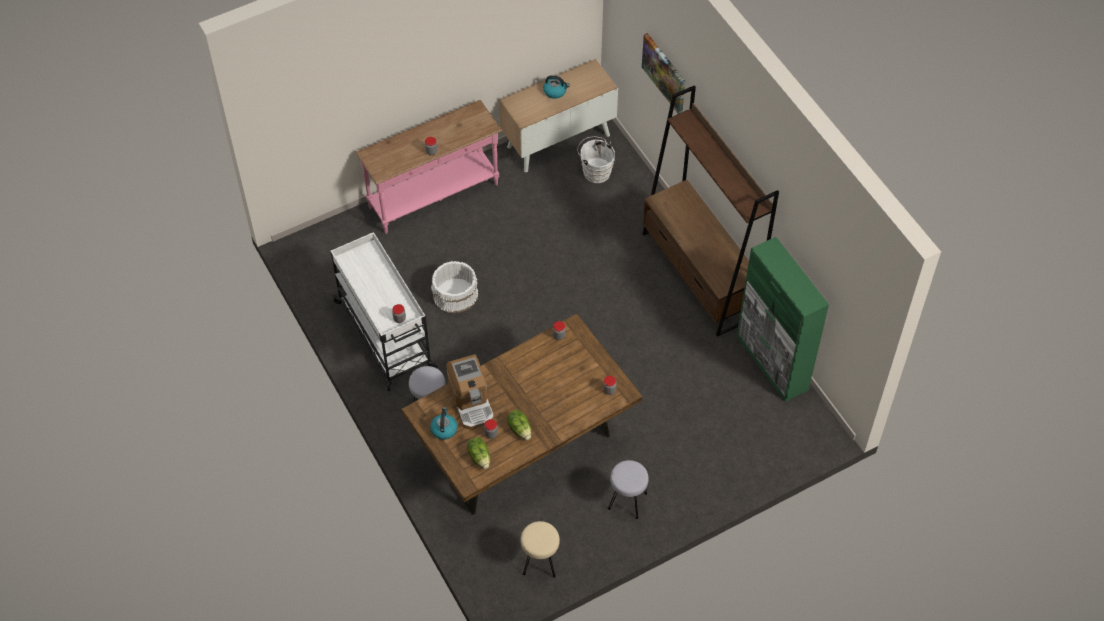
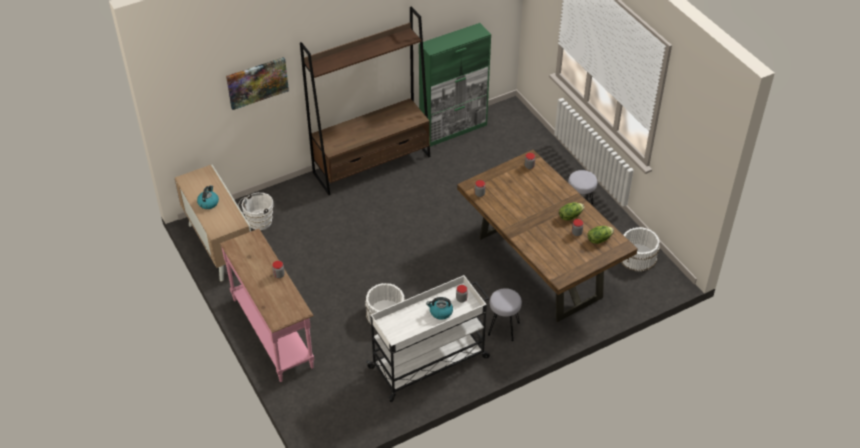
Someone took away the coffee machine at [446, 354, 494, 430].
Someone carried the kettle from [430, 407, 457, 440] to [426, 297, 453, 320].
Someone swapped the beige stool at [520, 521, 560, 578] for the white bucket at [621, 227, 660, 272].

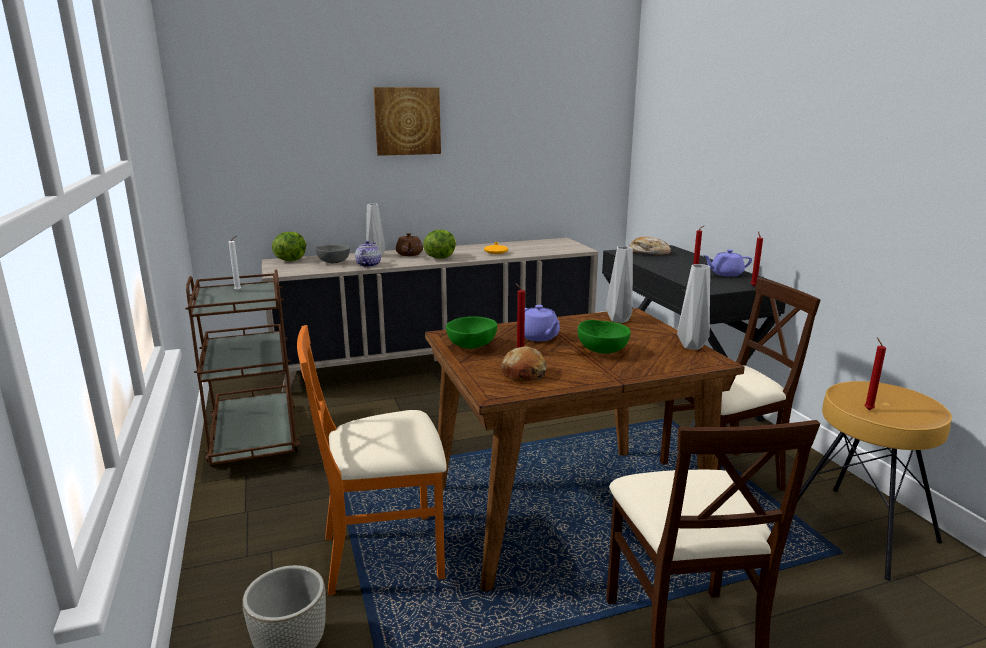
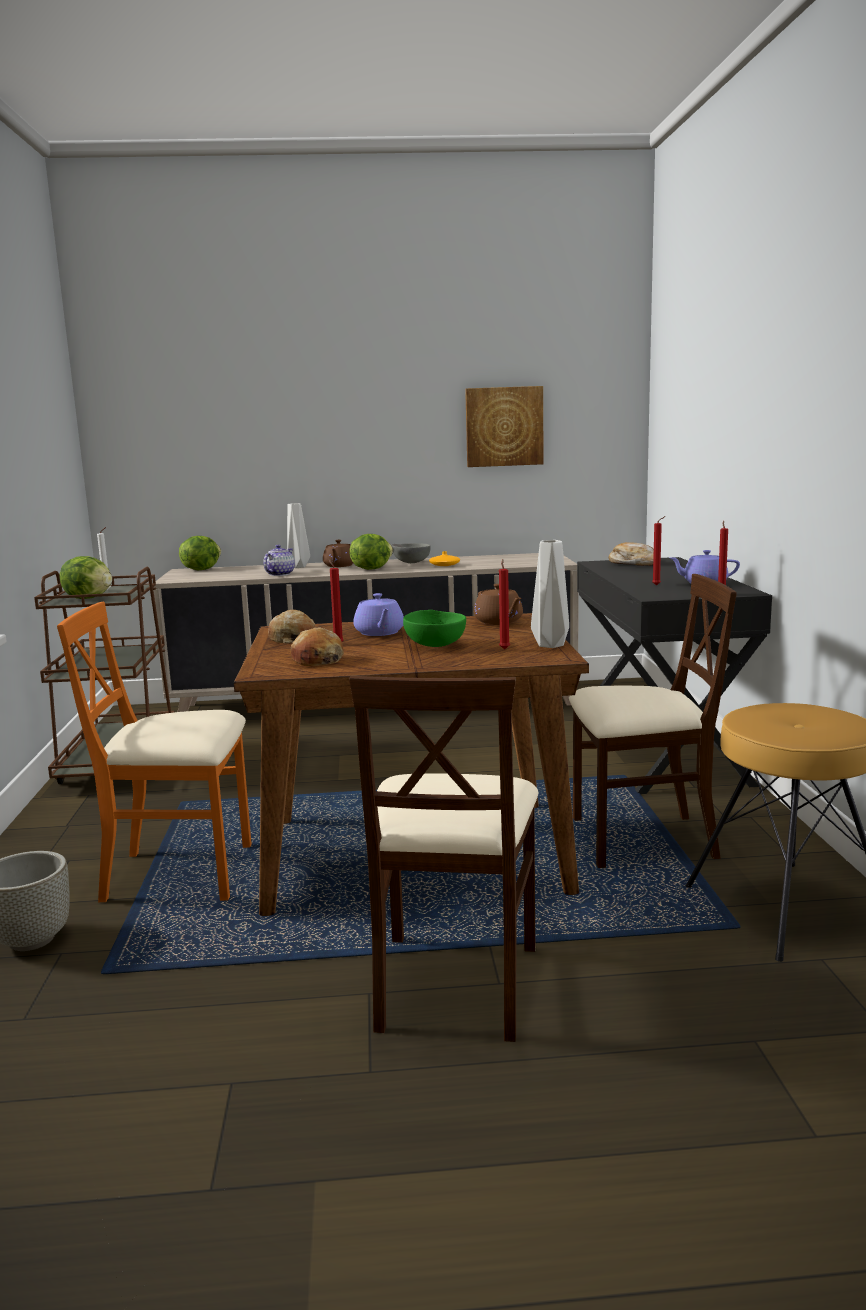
Someone put down the lettuce at [59, 556, 112, 599].
Someone carried the grey bowl from [315, 245, 350, 263] to [392, 543, 430, 563].
Someone carried the picture from [373, 87, 441, 156] to [465, 386, 544, 467].
Someone carried the red candle from [864, 337, 886, 410] to [499, 559, 510, 649].
Someone swapped the green bowl at [446, 316, 497, 349] for the bread at [268, 610, 316, 644].
Someone swapped the grey vase at [606, 246, 633, 323] for the brown teapot at [474, 584, 523, 625].

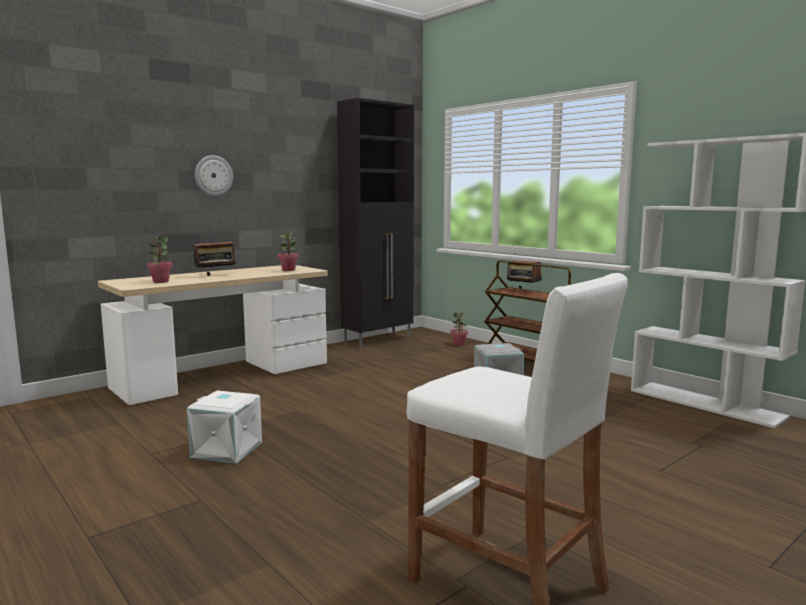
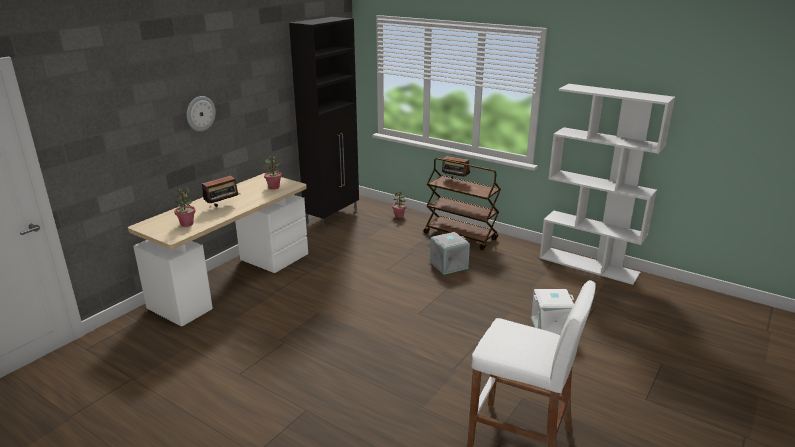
Someone carried the white storage box from [187, 391, 262, 464] to [531, 289, 574, 335].

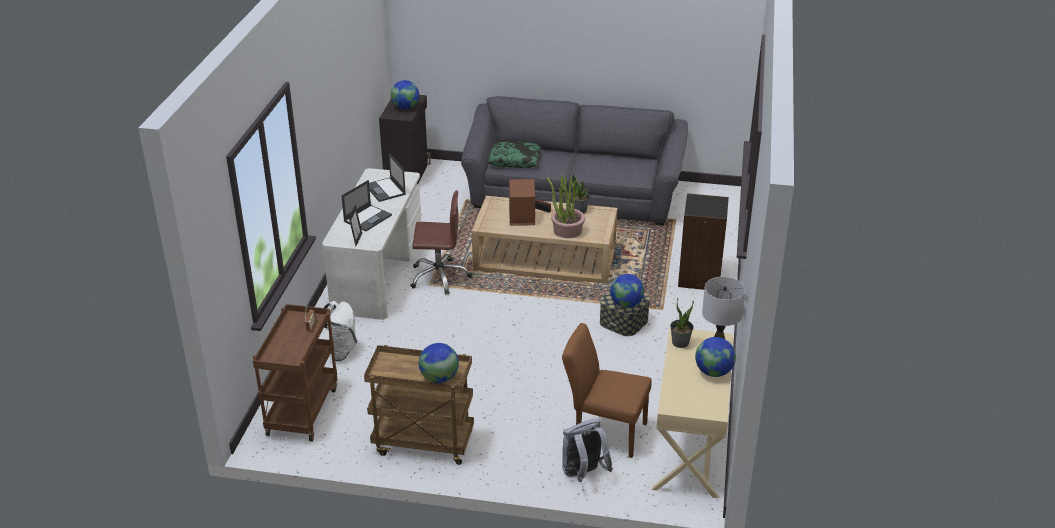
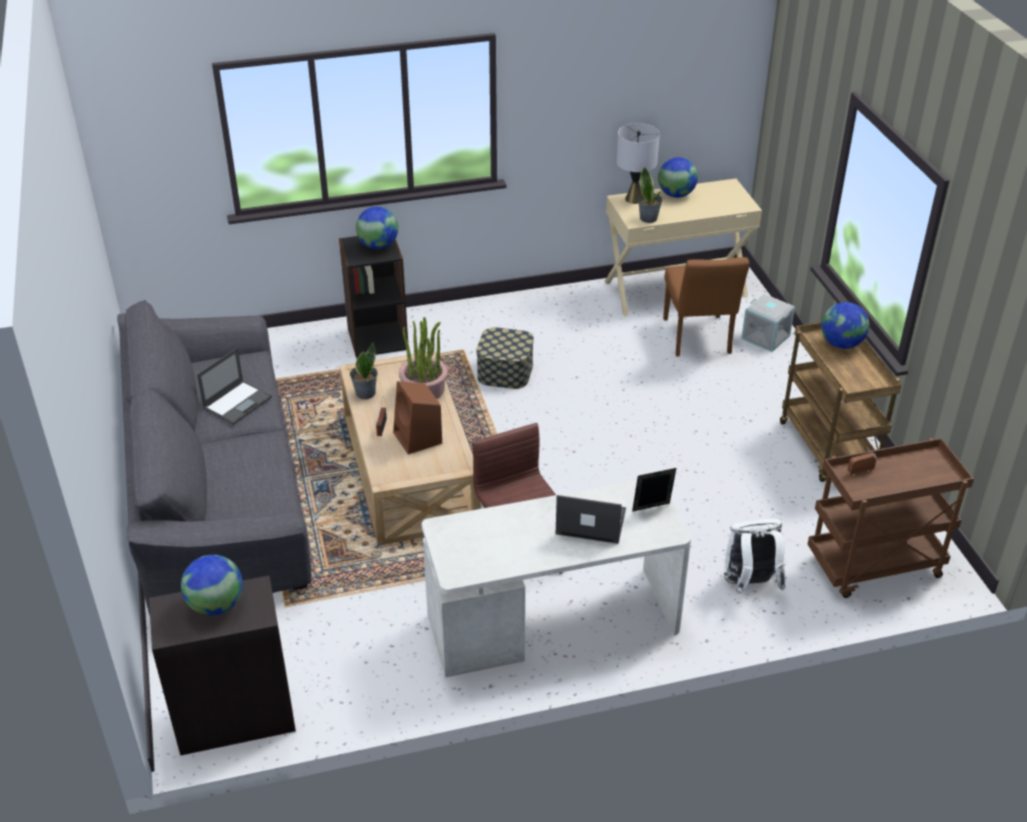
Someone took away the pillow at [488, 141, 541, 168].
Someone carried the laptop from [369, 153, 406, 202] to [197, 348, 272, 425].
Someone carried the globe from [610, 274, 644, 308] to [356, 207, 398, 249].
Someone swapped the grey backpack at [562, 419, 613, 482] for the grey storage box at [741, 294, 795, 352].

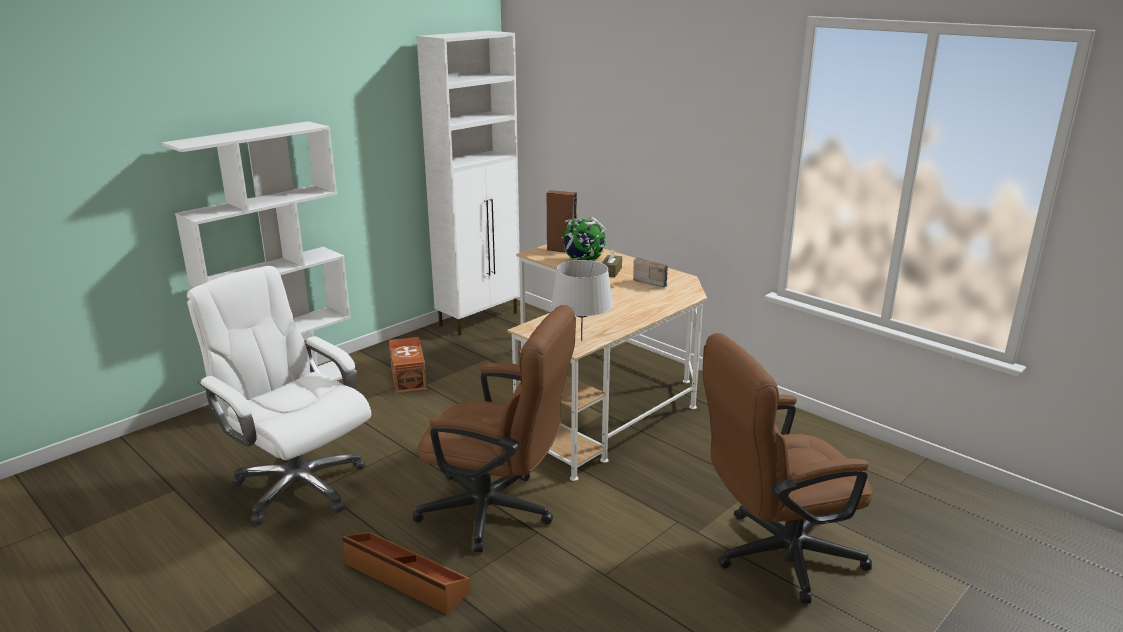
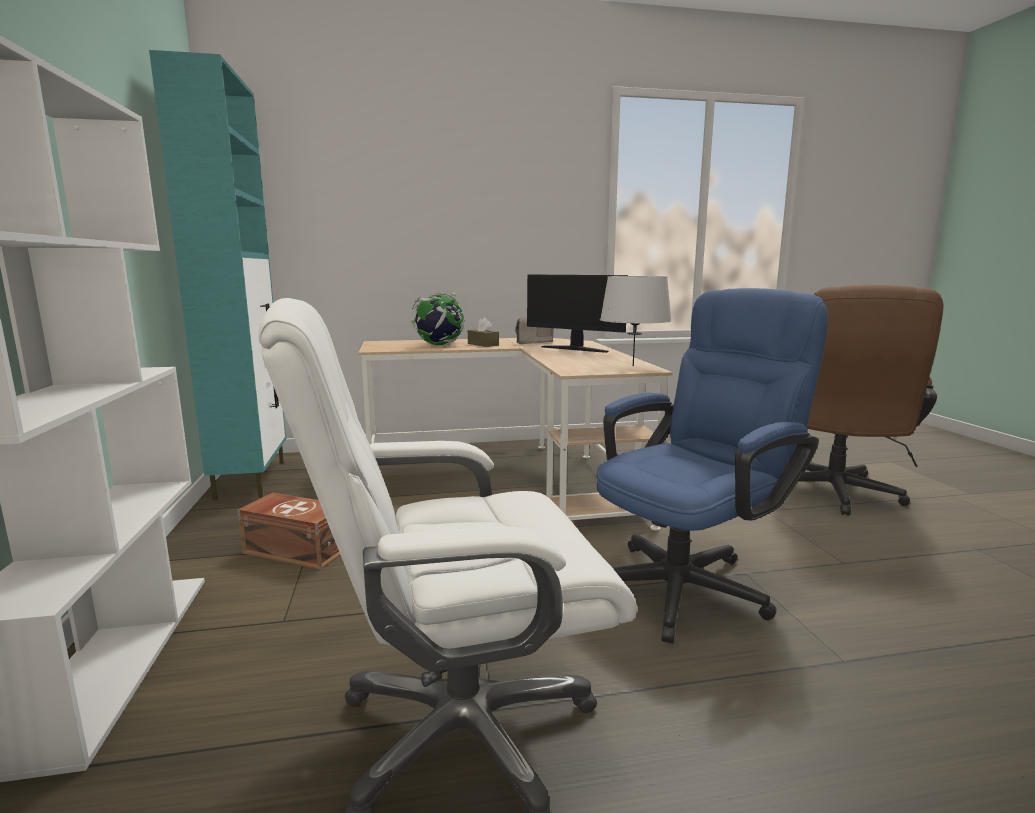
Someone took away the brown storage box at [342, 532, 471, 614].
Someone took away the brown speaker at [547, 190, 577, 253].
Someone put down the monitor at [527, 275, 628, 353].
Someone repainted the brown office chair at [412, 305, 576, 552], which became the blue office chair at [597, 288, 828, 643].
Someone repainted the white cabinet at [417, 31, 520, 335], which became the turquoise cabinet at [149, 50, 286, 500].

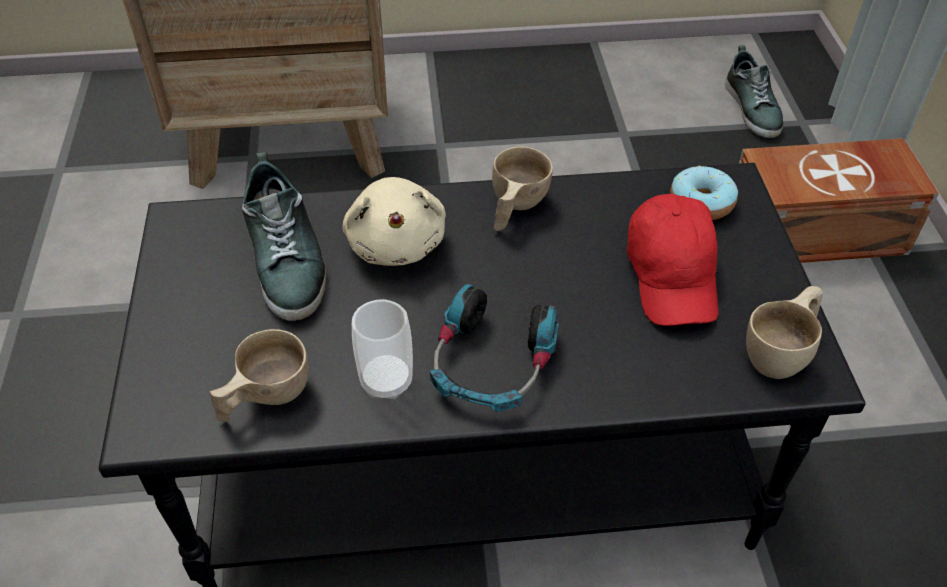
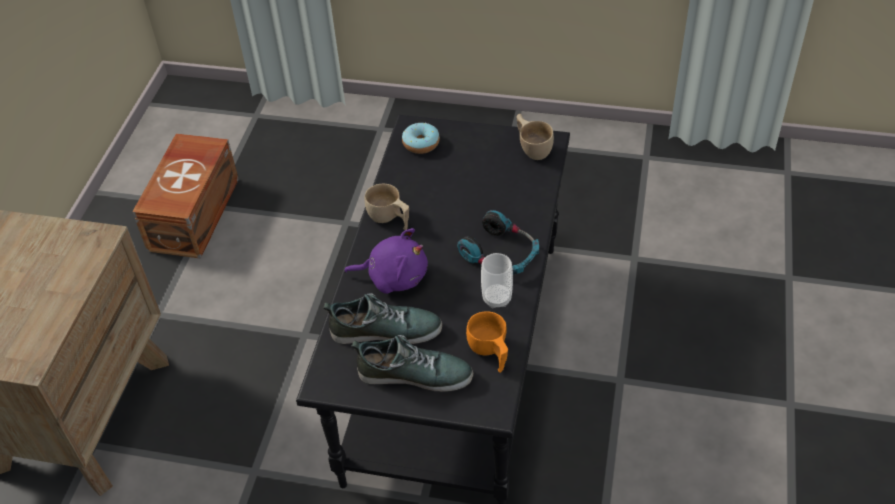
Someone took away the red cap at [627, 194, 718, 326].
Someone carried the shoe from [725, 45, 783, 138] to [352, 335, 473, 392].
Someone carried the brown storage box from [738, 138, 939, 263] to [132, 134, 239, 259].
Someone repainted the beige cup at [209, 329, 309, 422], which became the orange cup at [466, 311, 508, 373].
Someone repainted the beige plush toy at [342, 177, 446, 266], which became the purple plush toy at [344, 228, 428, 294].

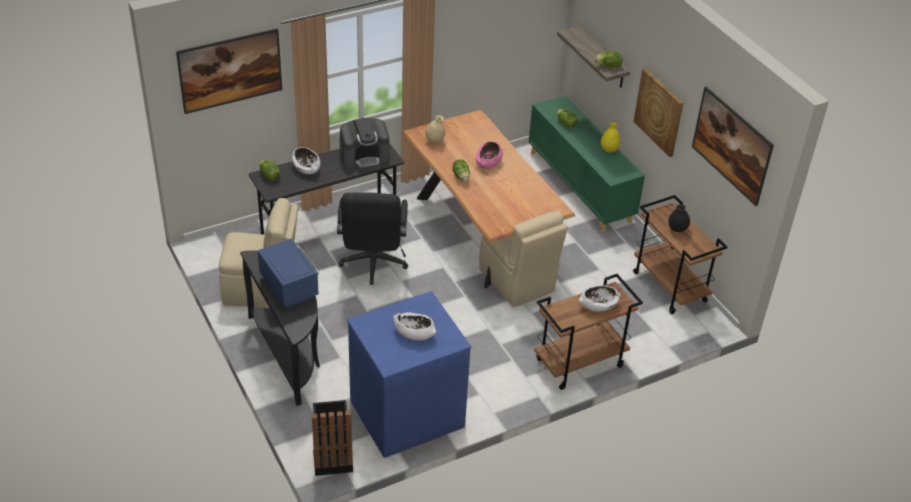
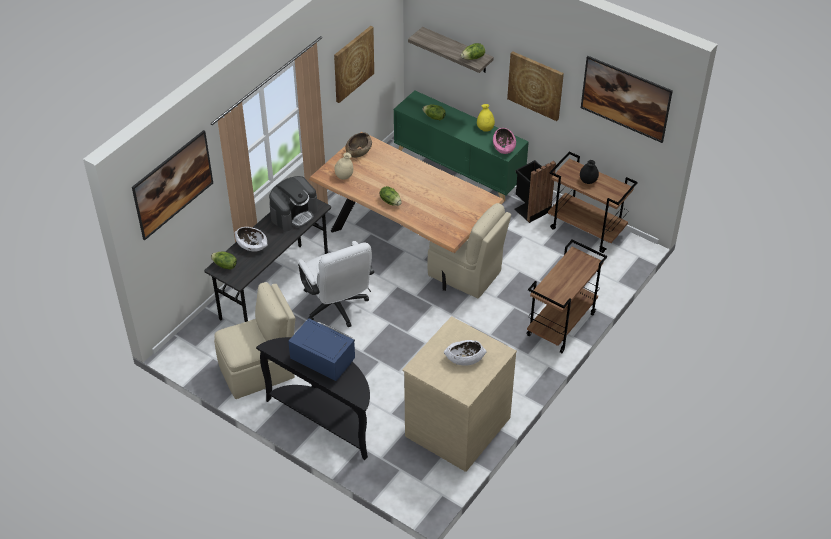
Someone took away the white bowl at [578, 285, 621, 312].
Someone put up the picture at [334, 26, 374, 103].
Someone put down the brown bowl at [346, 132, 372, 158].
Someone carried the black trash can from [312, 400, 353, 476] to [514, 160, 556, 223].
Someone carried the pink bowl from [476, 141, 503, 169] to [493, 128, 516, 154].
Someone repainted the black office chair at [337, 192, 408, 285], which became the white office chair at [298, 241, 374, 327].
Someone repainted the blue dresser at [347, 291, 471, 458], which became the beige dresser at [402, 316, 517, 472].

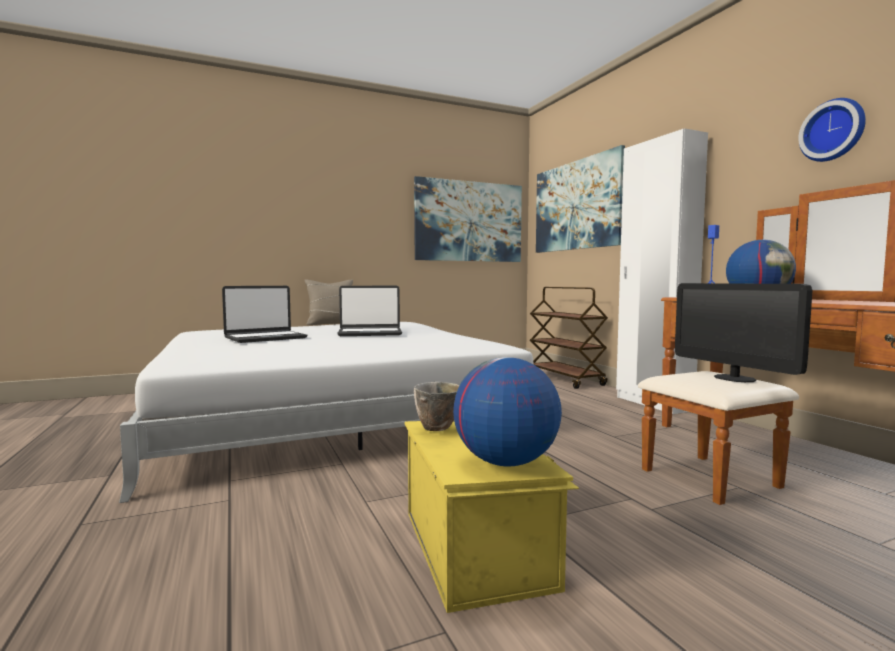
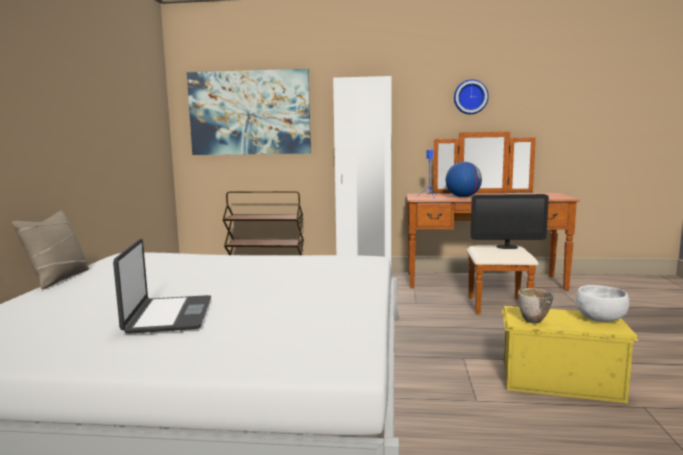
Someone took away the laptop at [337, 286, 402, 336].
Someone took away the picture at [414, 176, 522, 262].
Someone swapped the globe at [453, 357, 562, 466] for the white bowl at [576, 285, 629, 322].

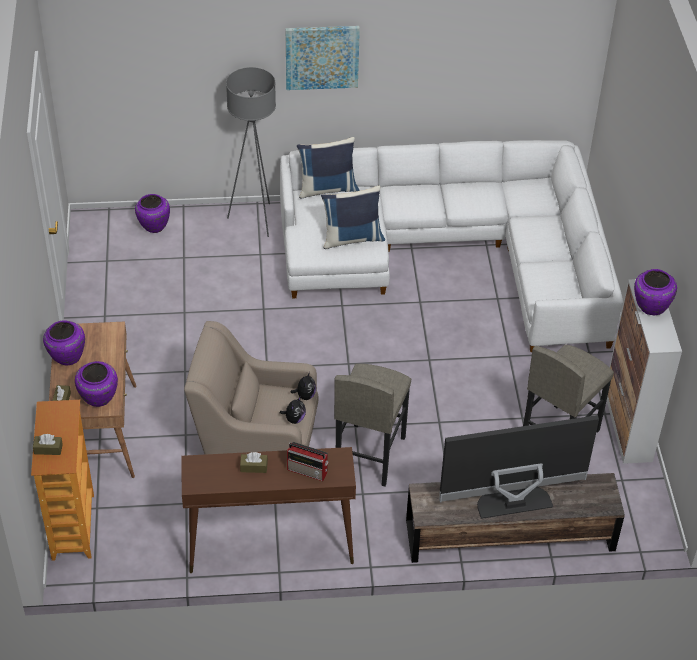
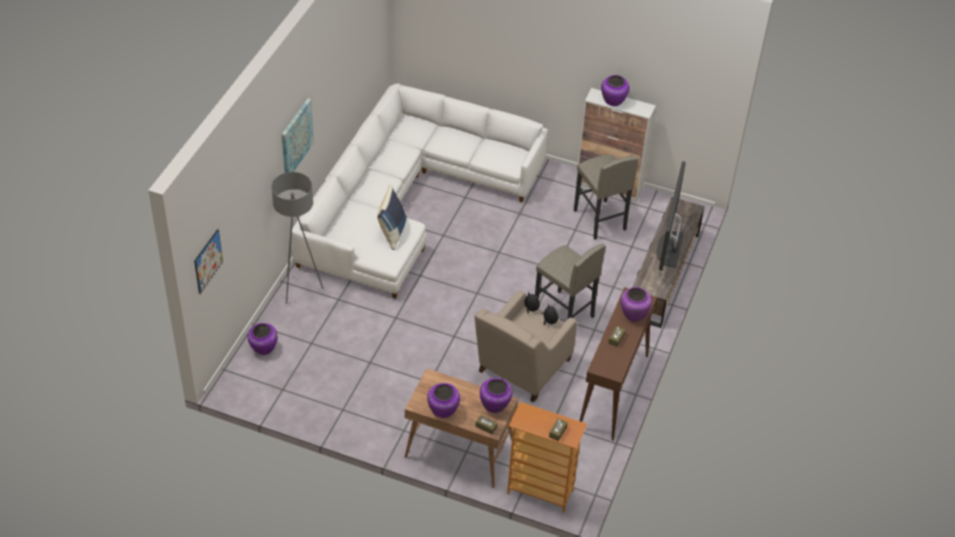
Someone took away the blue pillow at [297, 137, 360, 199].
Someone put up the picture at [194, 229, 223, 294].
Someone swapped the radio at [287, 442, 329, 481] for the purple vase at [620, 287, 652, 322].

